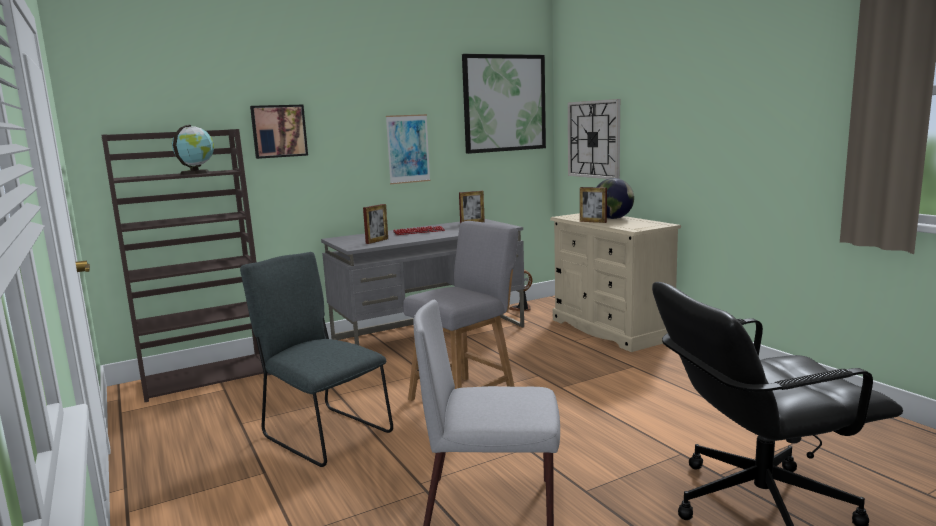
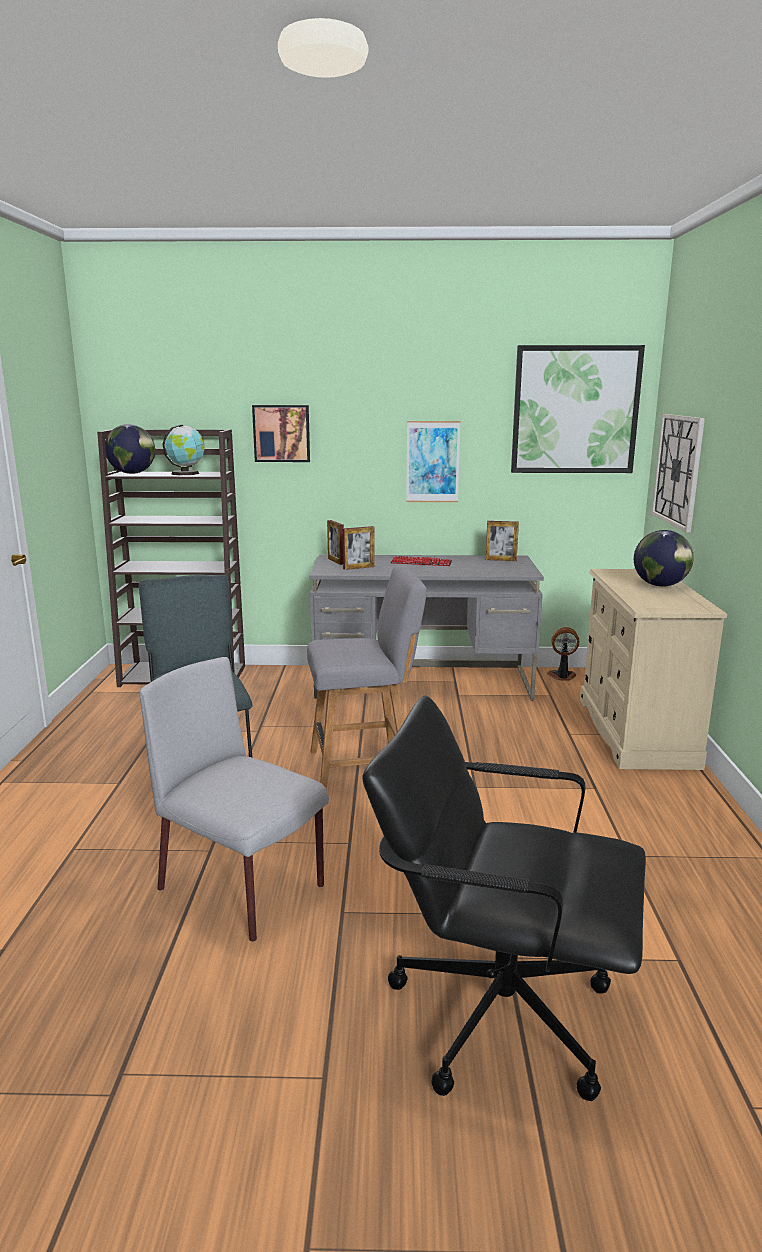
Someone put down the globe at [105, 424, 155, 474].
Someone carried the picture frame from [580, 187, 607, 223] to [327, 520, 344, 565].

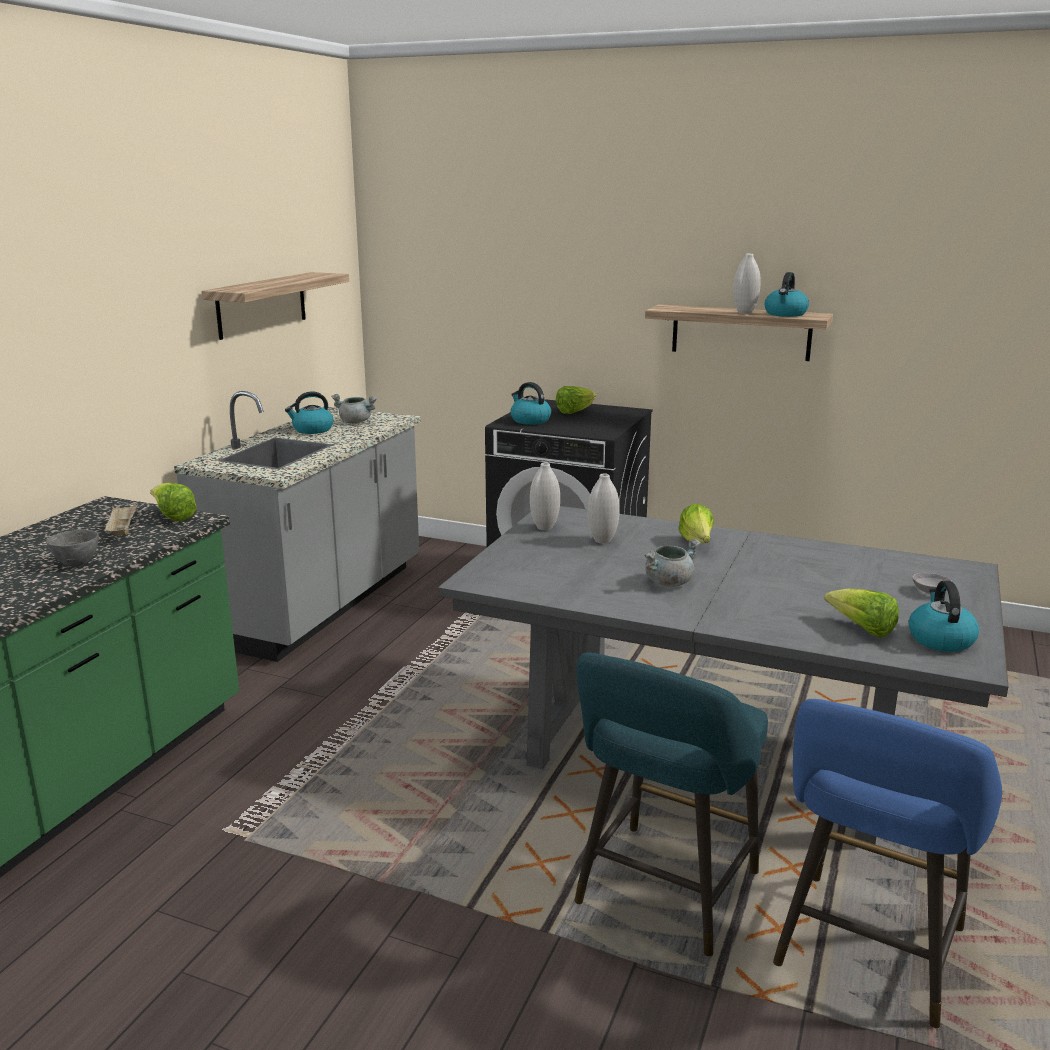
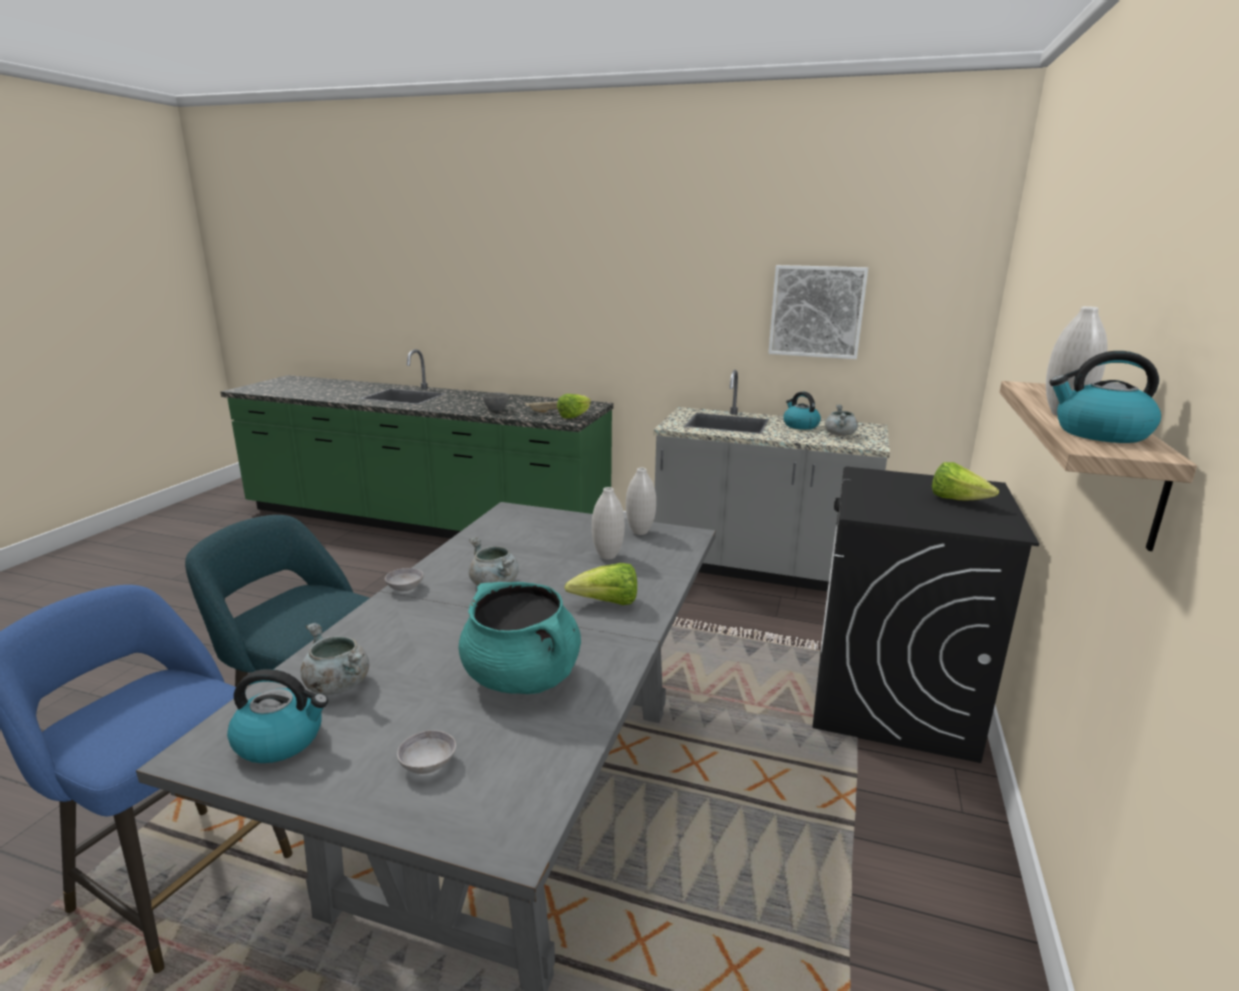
Someone took away the kettle at [511, 382, 551, 425].
Someone put down the grey bowl at [385, 568, 423, 591].
Someone put down the turquoise cooking pot at [459, 582, 581, 694].
Someone swapped the shelf at [201, 272, 349, 340] for the picture at [768, 265, 868, 359].
Someone swapped the lettuce at [825, 589, 899, 638] for the grey cooking pot at [301, 623, 369, 695].

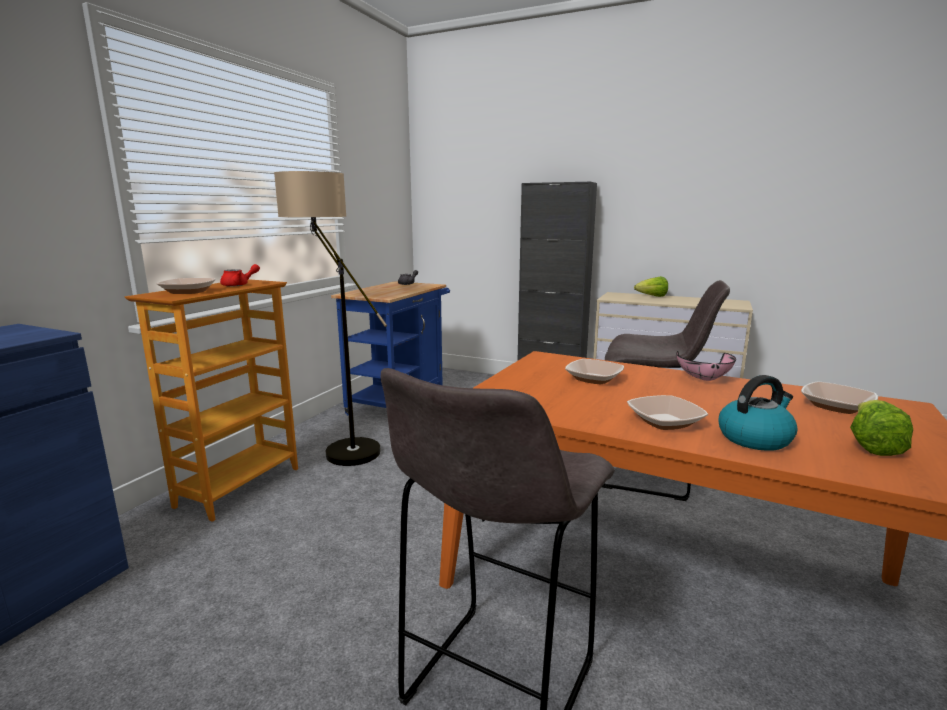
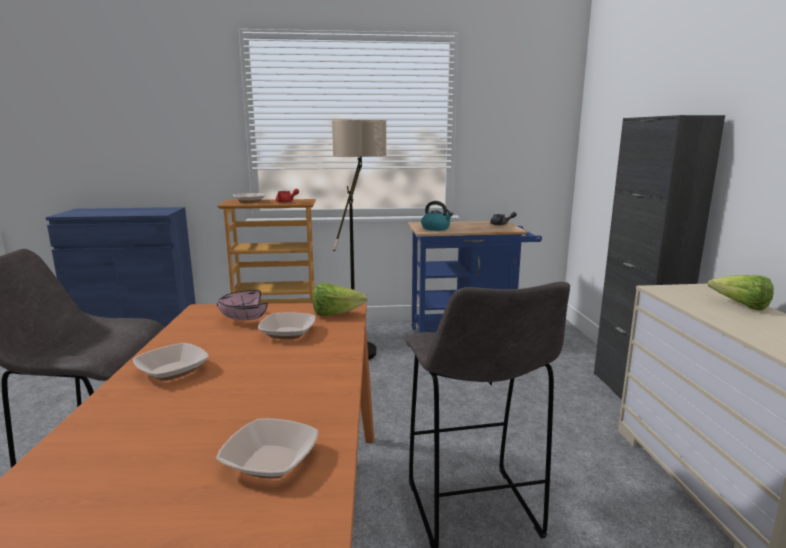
Someone carried the pink bowl from [676, 351, 736, 381] to [217, 290, 268, 320].
Someone carried the kettle from [718, 375, 797, 451] to [421, 201, 453, 231].
Someone carried the lettuce from [850, 400, 913, 456] to [313, 283, 368, 316].

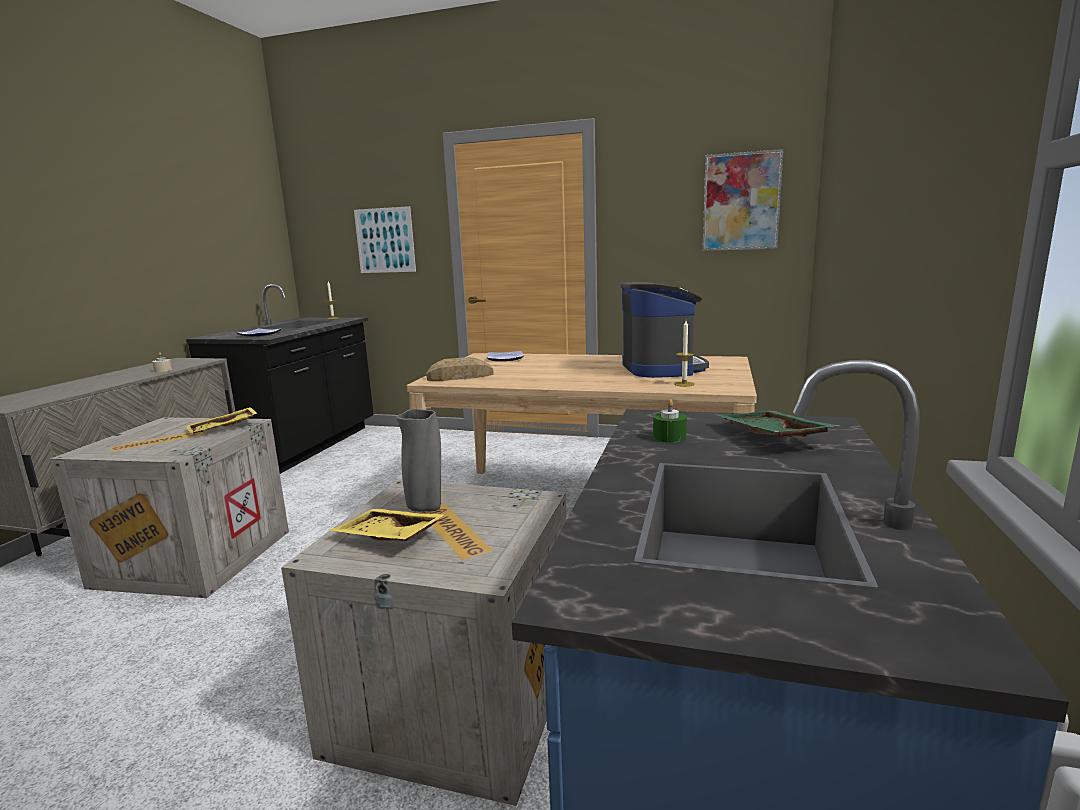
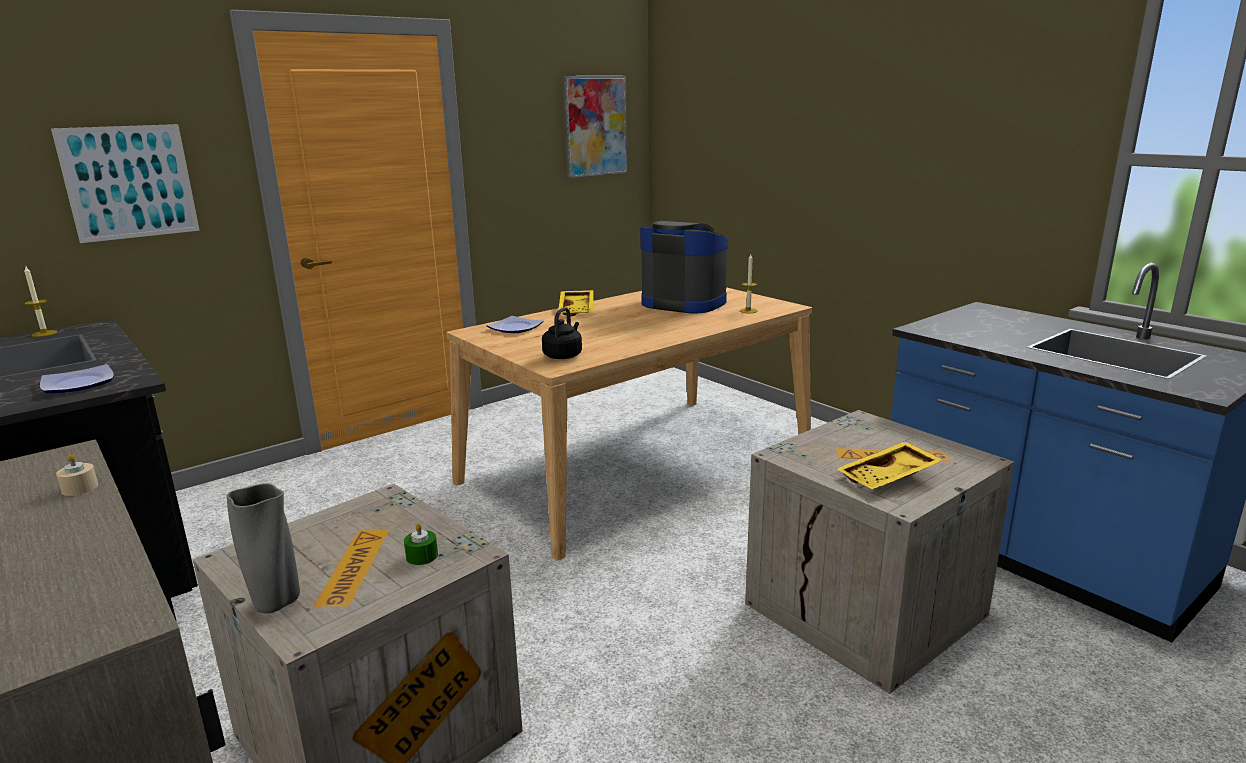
Someone took away the green tray at [714, 411, 839, 437].
Someone carried the yellow tray from [186, 407, 257, 434] to [558, 290, 594, 316].
Someone carried the grey vase from [396, 409, 441, 512] to [227, 483, 300, 613].
Someone carried the green candle from [653, 399, 687, 442] to [404, 523, 438, 565].
Someone swapped the bread at [426, 357, 494, 381] for the black kettle at [542, 307, 582, 359].

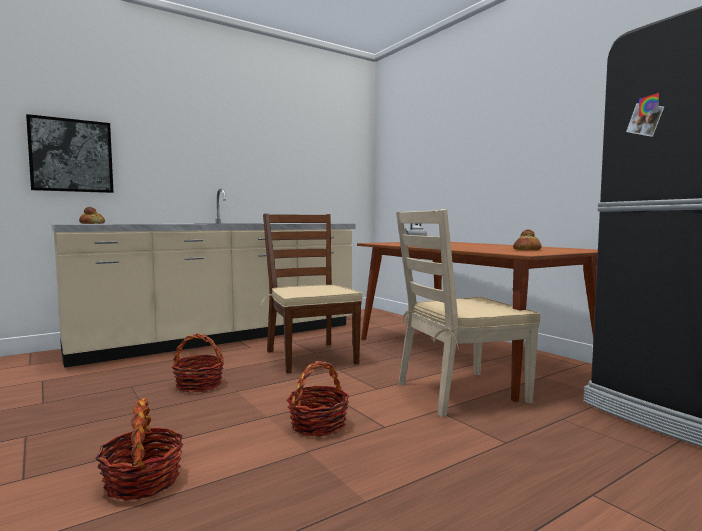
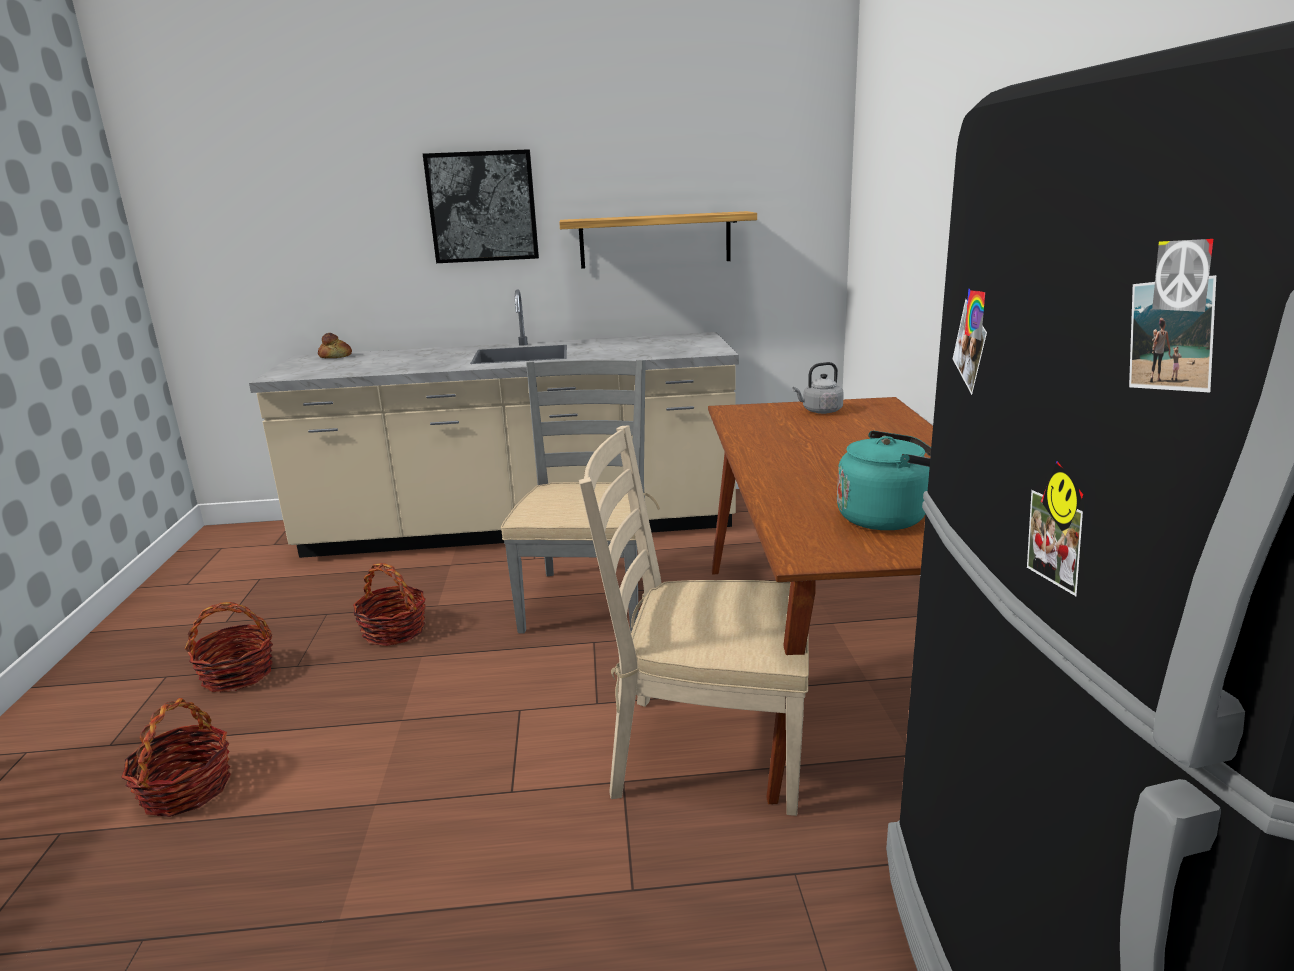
Someone put up the shelf at [559, 211, 757, 269].
Someone carried the picture from [26, 114, 114, 193] to [423, 149, 539, 263].
Someone carried the basket from [287, 361, 349, 437] to [185, 602, 273, 692].
Someone swapped the bread at [513, 229, 542, 250] for the turquoise kettle at [837, 430, 931, 530].
Someone repainted the brown chair at [260, 214, 363, 373], which became the grey chair at [501, 360, 660, 633].

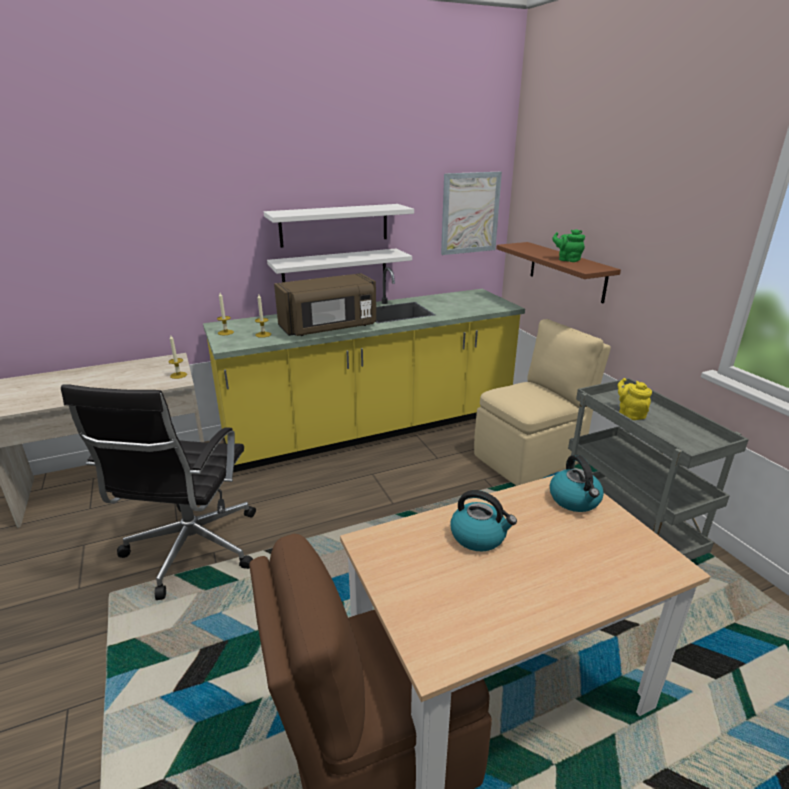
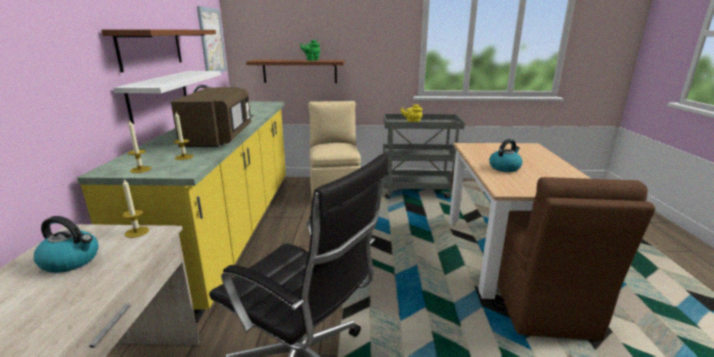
Someone carried the kettle from [550, 455, 604, 512] to [34, 216, 98, 273].
Someone repainted the white shelf at [264, 204, 414, 248], which became the brown shelf at [101, 29, 216, 73].

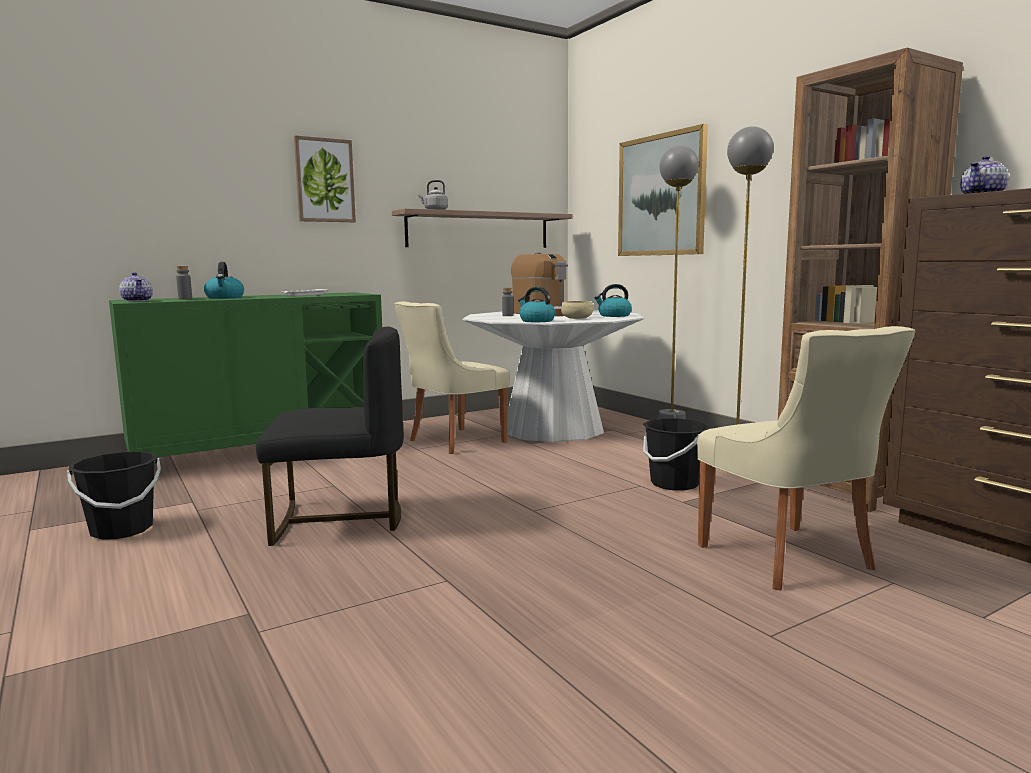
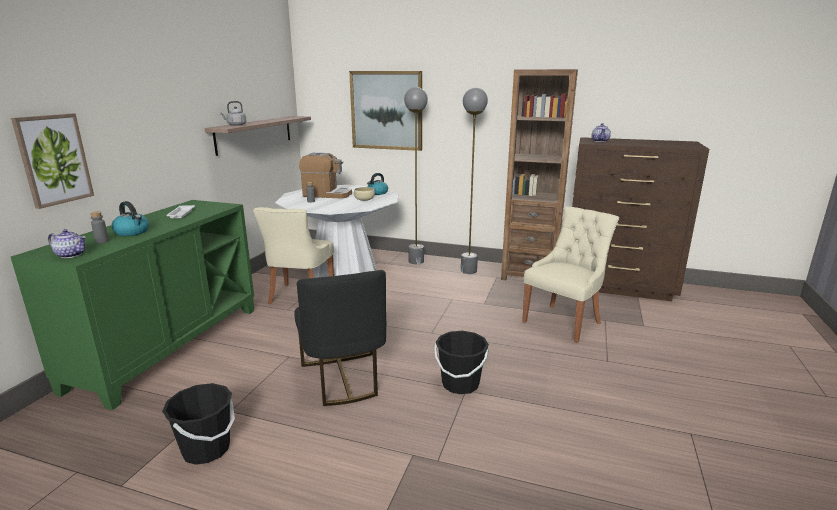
Someone took away the kettle at [518, 287, 555, 322].
Someone carried the picture from [294, 136, 356, 222] to [11, 114, 94, 209].
Someone carried the black bucket from [643, 418, 711, 491] to [434, 331, 489, 394].
Someone rotated the black chair at [256, 327, 404, 546] by 120 degrees clockwise.
Someone rotated the beige chair at [697, 326, 916, 591] by 75 degrees counterclockwise.

